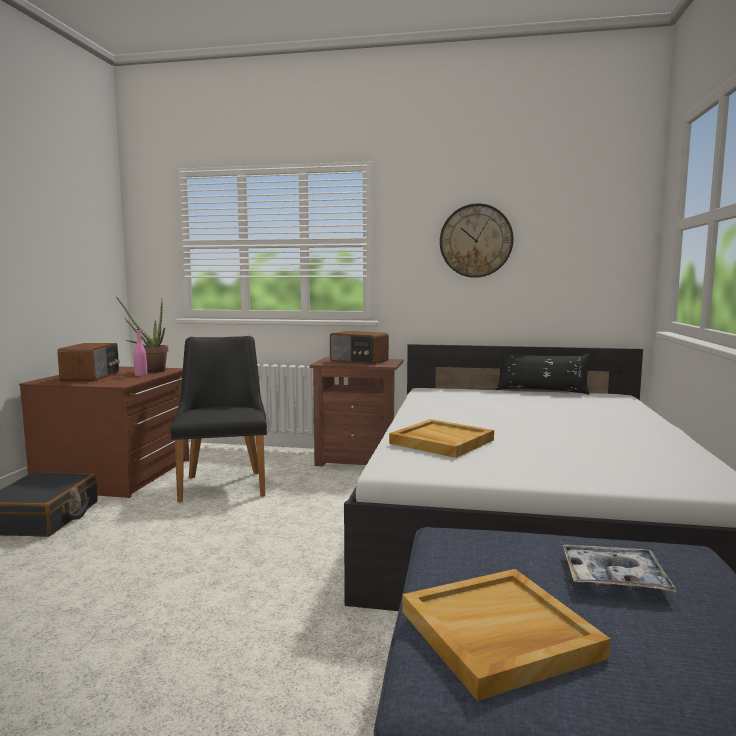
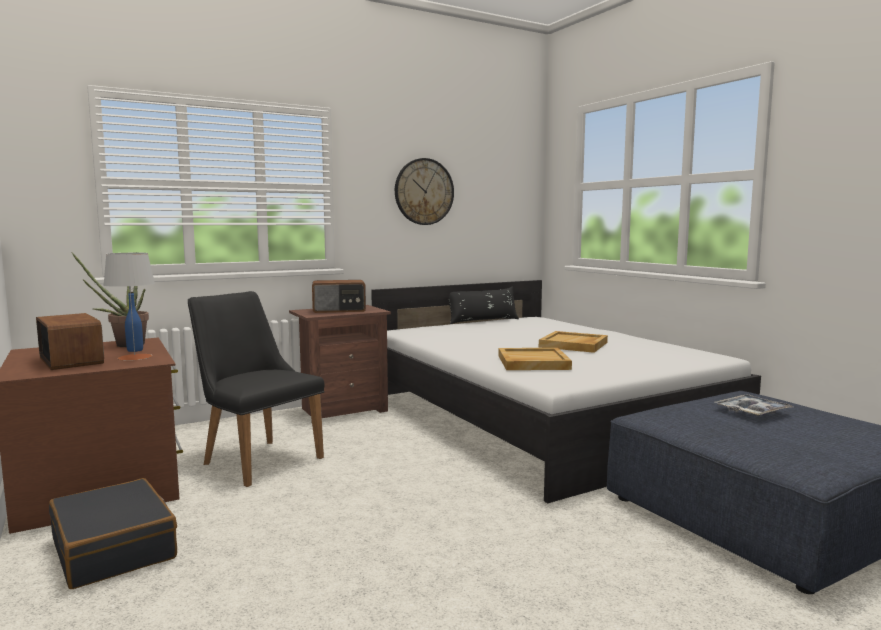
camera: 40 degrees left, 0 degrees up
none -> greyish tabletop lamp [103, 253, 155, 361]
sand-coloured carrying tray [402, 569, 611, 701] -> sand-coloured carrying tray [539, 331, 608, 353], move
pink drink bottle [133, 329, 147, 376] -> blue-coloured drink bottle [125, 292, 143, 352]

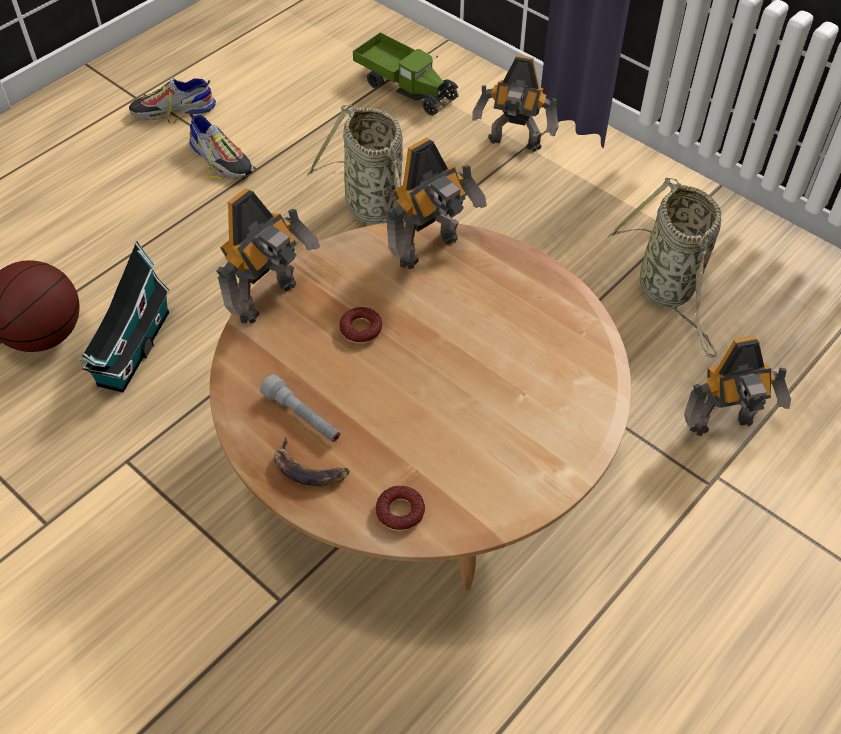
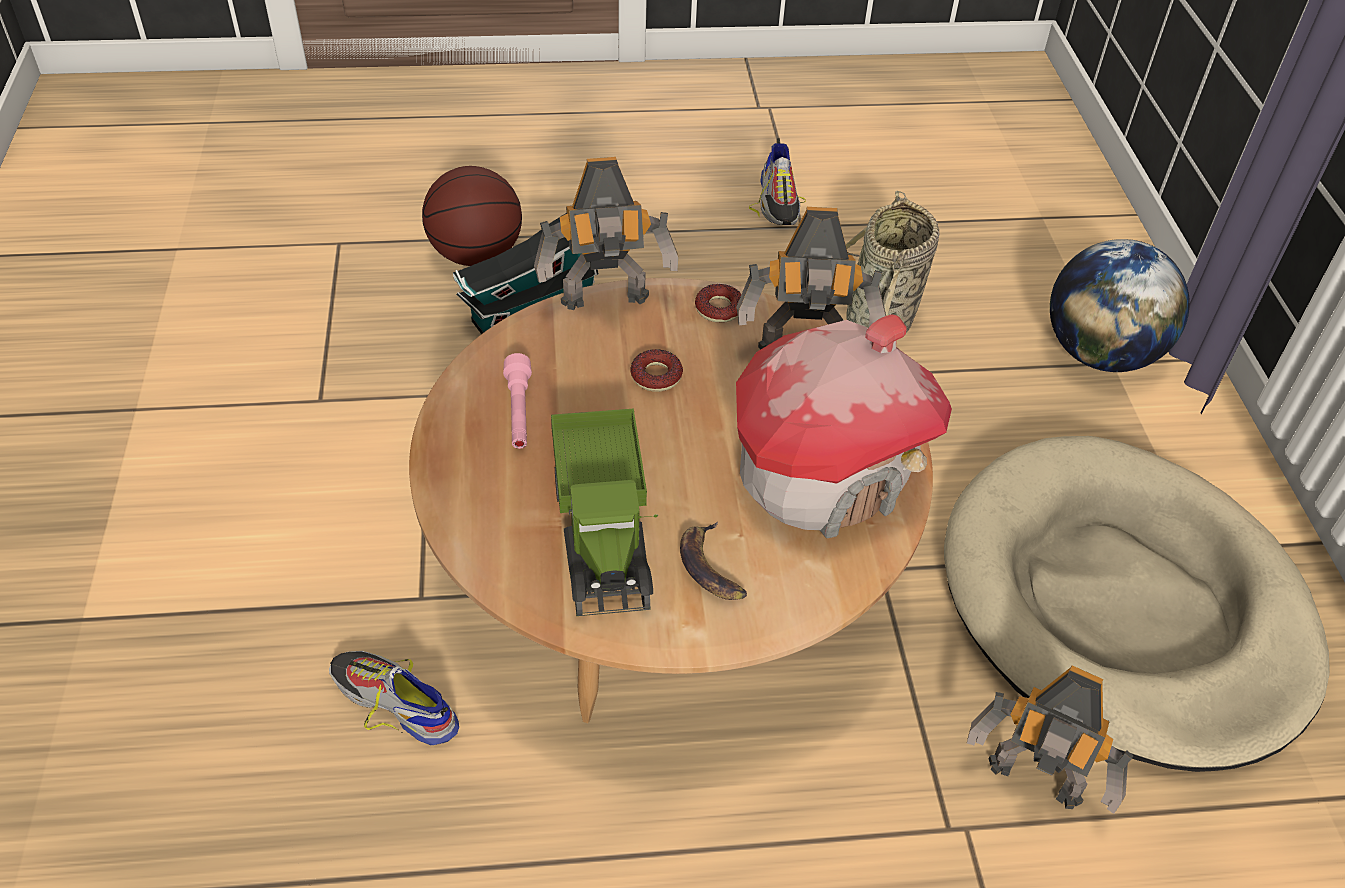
camera: 40 degrees right, 5 degrees down
none -> model house [736, 314, 952, 538]
item of footwear [129, 78, 216, 124] -> item of footwear [329, 651, 459, 745], move
banana [274, 437, 349, 486] -> banana [680, 521, 747, 600], move
toy truck [353, 32, 459, 116] -> toy truck [551, 409, 658, 616], move
ring doughnut [376, 486, 425, 531] -> ring doughnut [695, 284, 741, 323], move
toy robot [472, 55, 559, 152] -> world globe [1050, 239, 1190, 372]
storage basket [608, 178, 721, 358] -> sand-coloured pet bed [944, 436, 1330, 772]
greyish hand torch [260, 374, 340, 442] -> pink hand torch [503, 353, 532, 449]

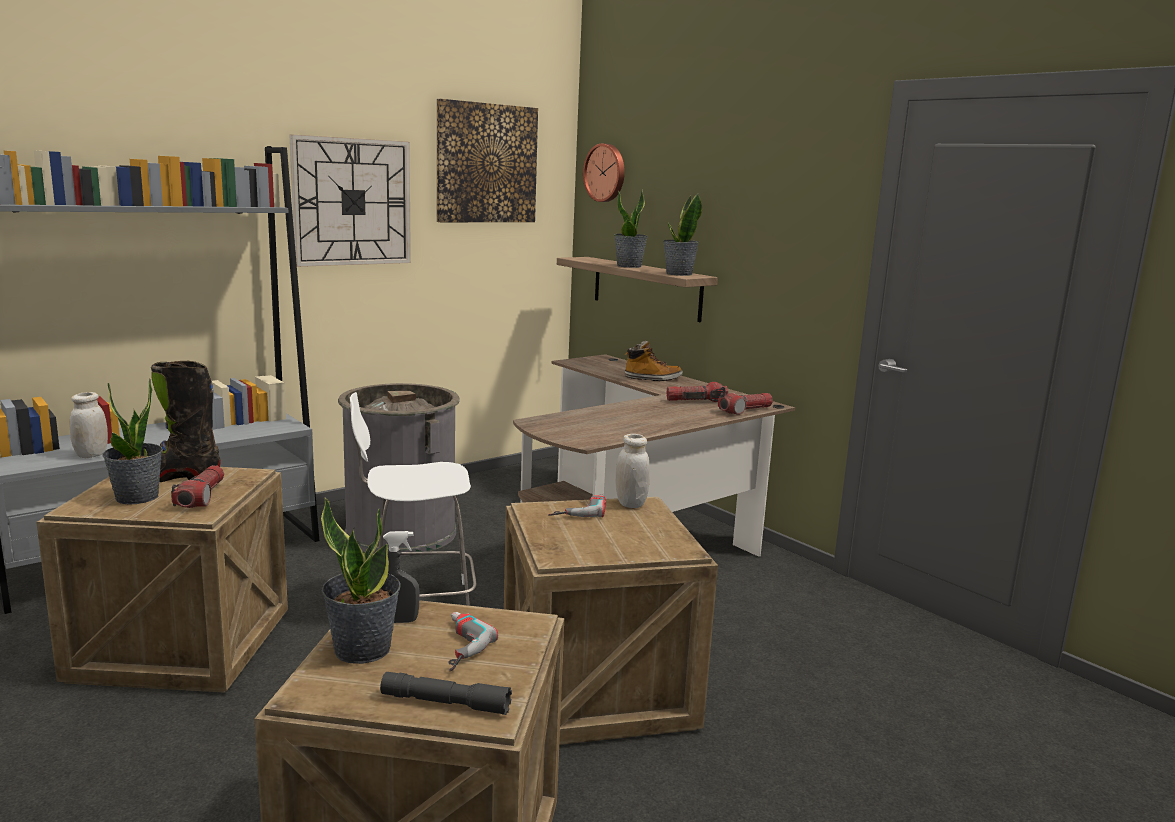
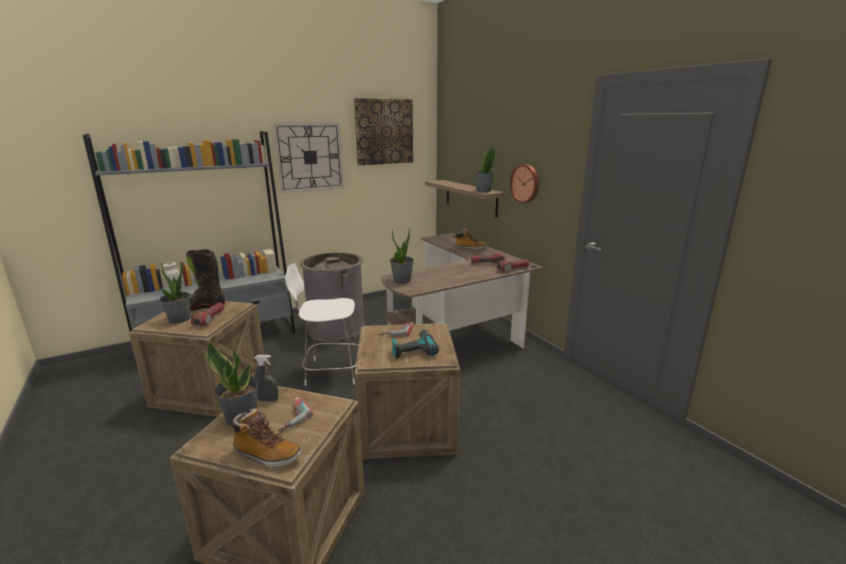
camera: 10 degrees right, 5 degrees up
whitish jar [616, 434, 650, 508] -> none
none -> electric drill [391, 330, 439, 359]
hanging clock [583, 143, 625, 202] -> hanging clock [510, 164, 539, 203], move
plant in a pot [614, 189, 648, 268] -> plant in a pot [390, 228, 414, 283], move
greyish hand torch [380, 672, 512, 715] -> high-top boot [231, 408, 302, 468]

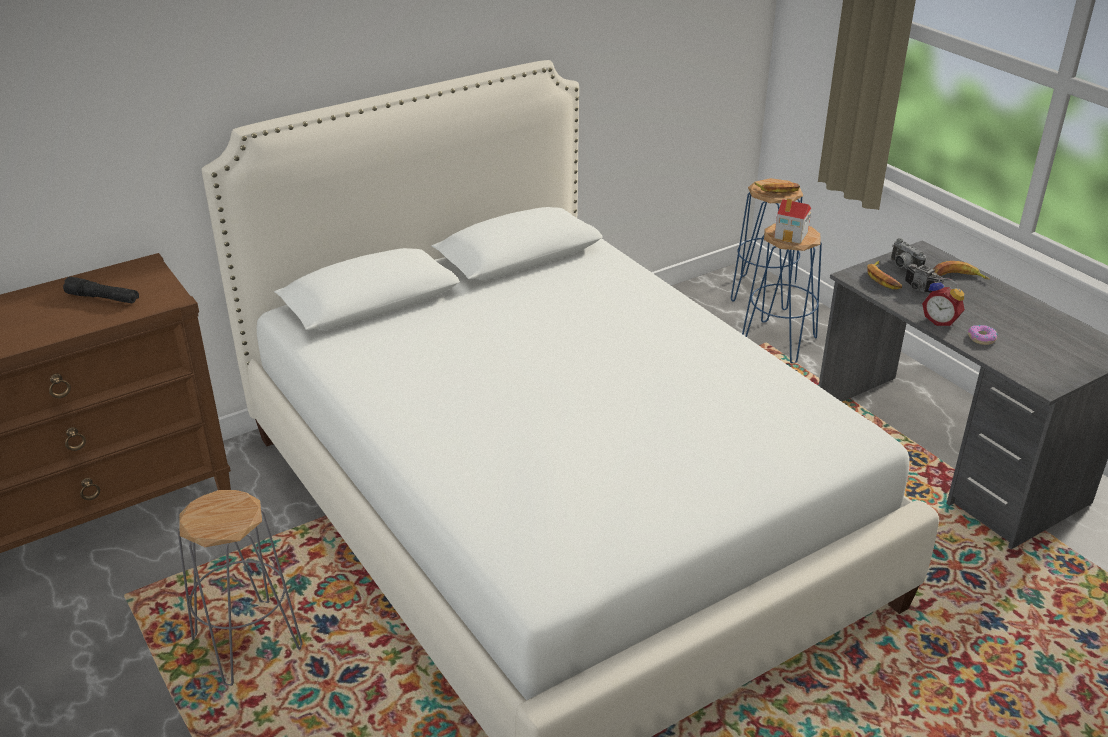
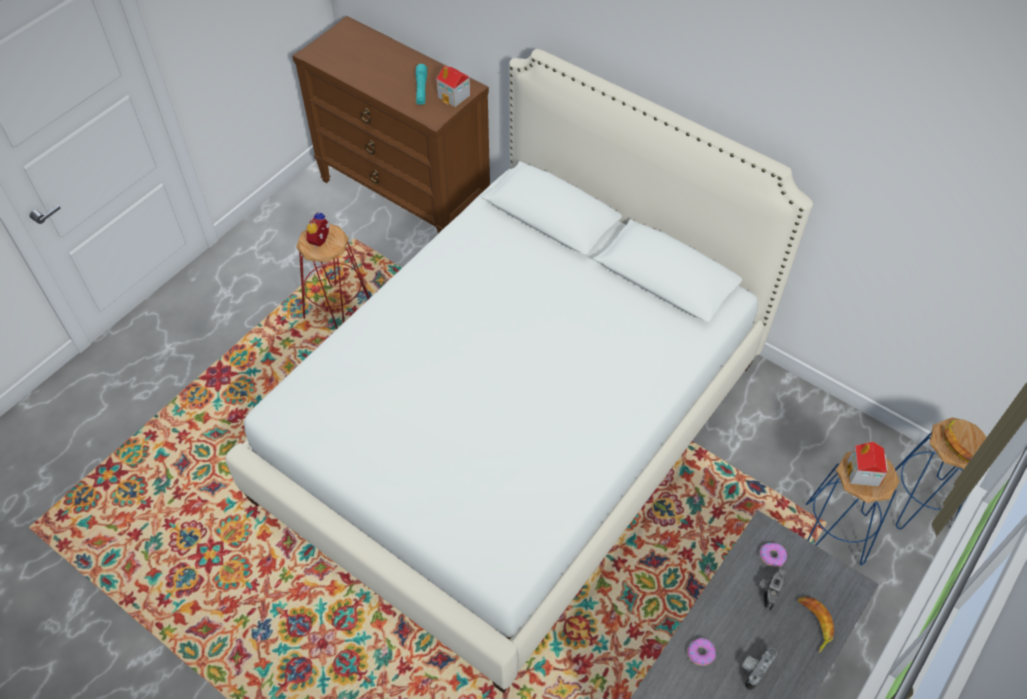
camera: 70 degrees right, 20 degrees up
none -> model house [436, 66, 470, 107]
still camera [891, 238, 926, 269] -> still camera [741, 648, 777, 690], move
table clock [922, 278, 965, 327] -> table clock [306, 211, 330, 248], move
banana [867, 261, 902, 289] -> ring doughnut [760, 543, 787, 567]
black hand torch [63, 277, 139, 303] -> turquoise hand torch [416, 64, 427, 105]
greyish stool [178, 490, 303, 686] -> reddish stool [296, 224, 370, 330]

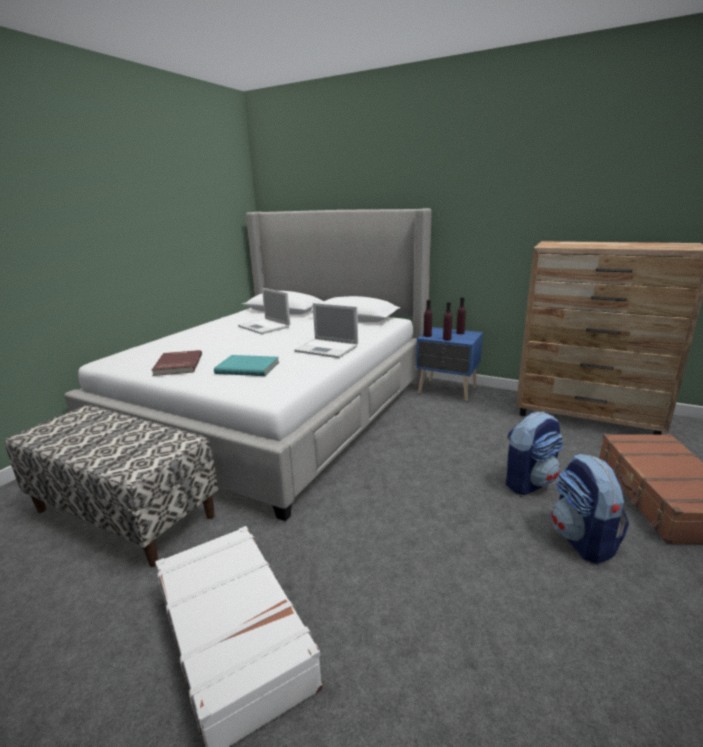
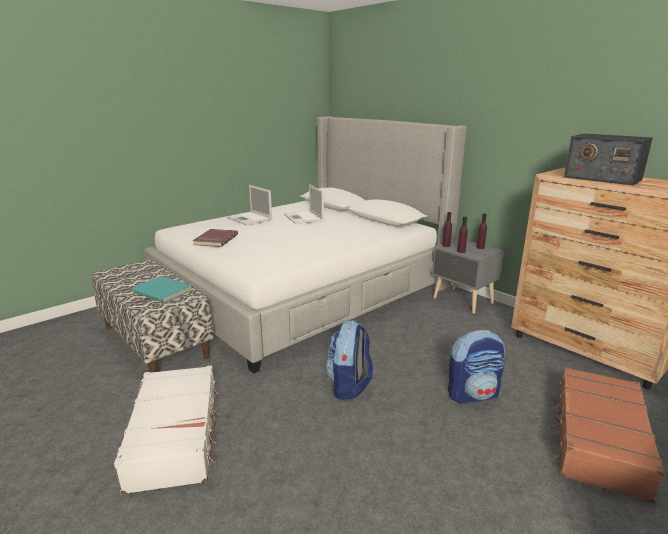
camera: 20 degrees right, 0 degrees up
none -> radio set [564, 133, 653, 186]
turquoise book [214, 355, 279, 376] -> turquoise book [132, 276, 192, 303], move
portable computer [294, 303, 358, 358] -> portable computer [227, 185, 272, 225], move
backpack [551, 454, 629, 564] -> backpack [325, 320, 373, 400], move
blue-coloured bedside table [416, 327, 483, 401] -> greyish bedside table [432, 238, 504, 314]

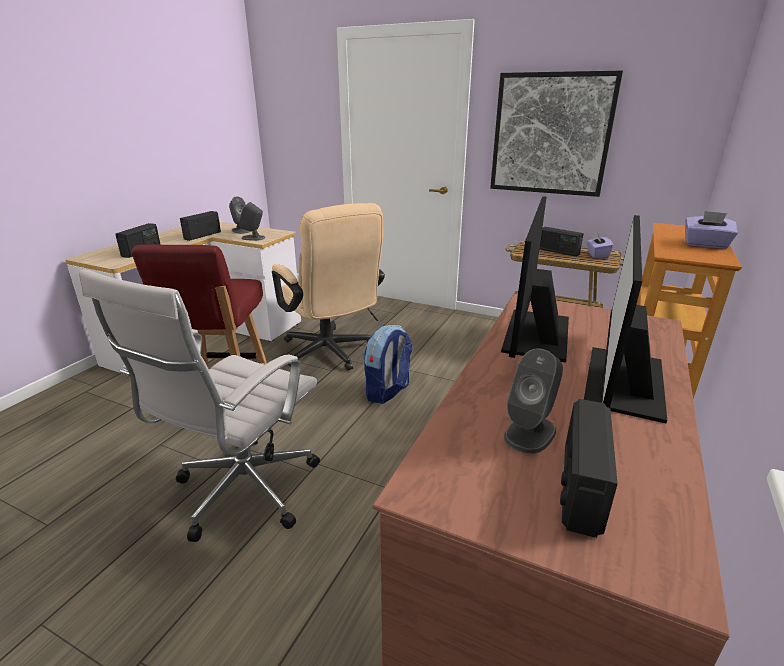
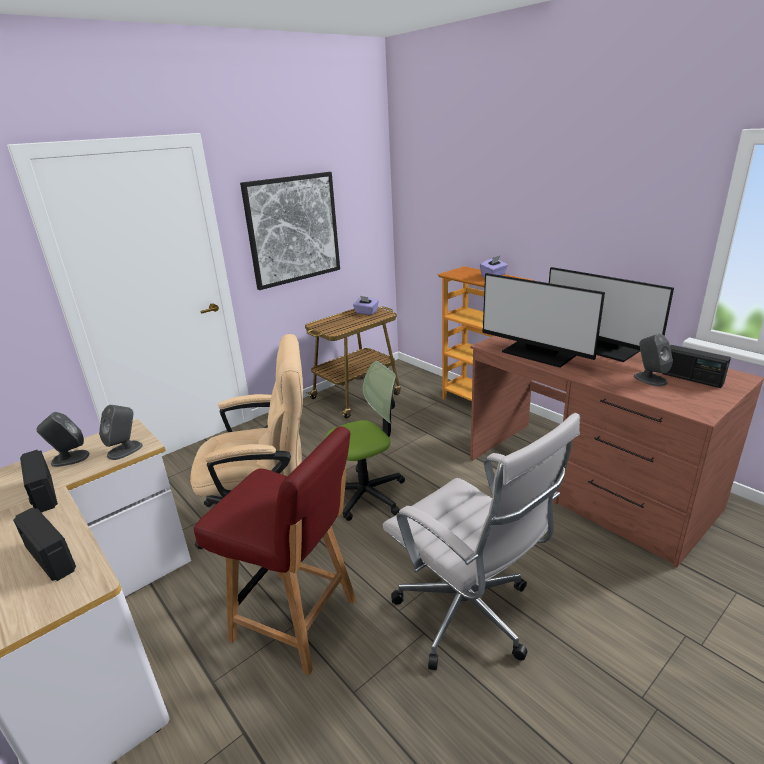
camera: 65 degrees left, 0 degrees up
radio set [540, 227, 584, 257] -> none
backpack [363, 325, 413, 404] -> office chair [326, 361, 405, 521]

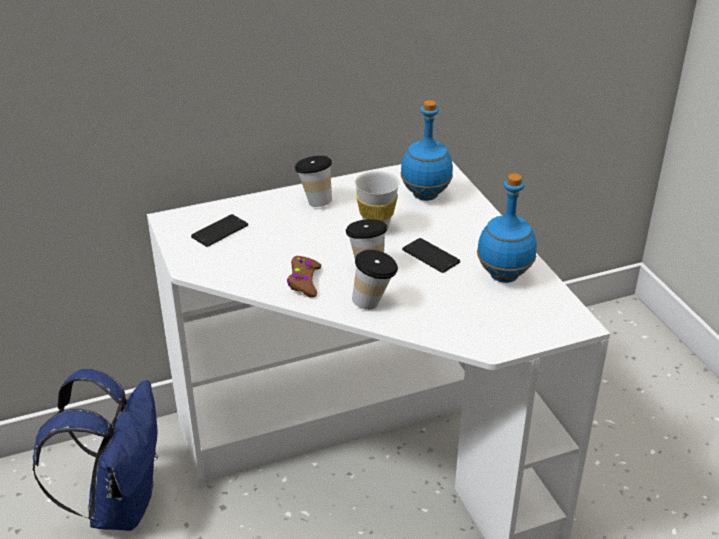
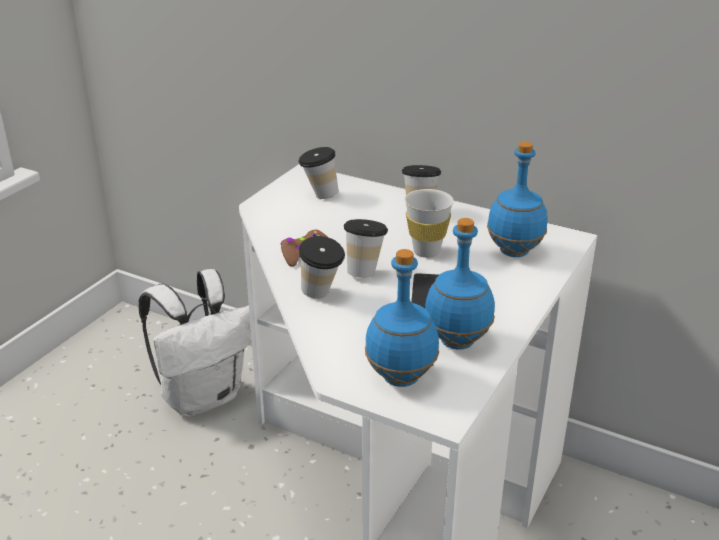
camera: 50 degrees right, 5 degrees down
none -> blue-coloured drink bottle [365, 249, 439, 387]
telephone [191, 214, 248, 247] -> small cup [298, 147, 339, 199]
blue-coloured backpack [33, 369, 158, 531] -> whitish backpack [139, 269, 252, 416]

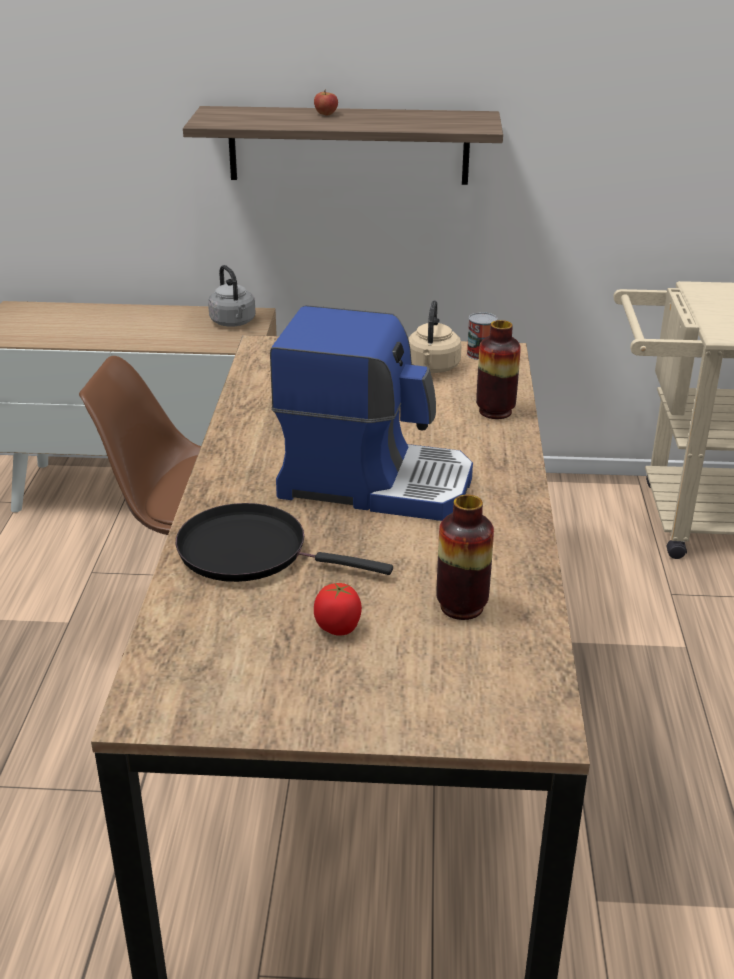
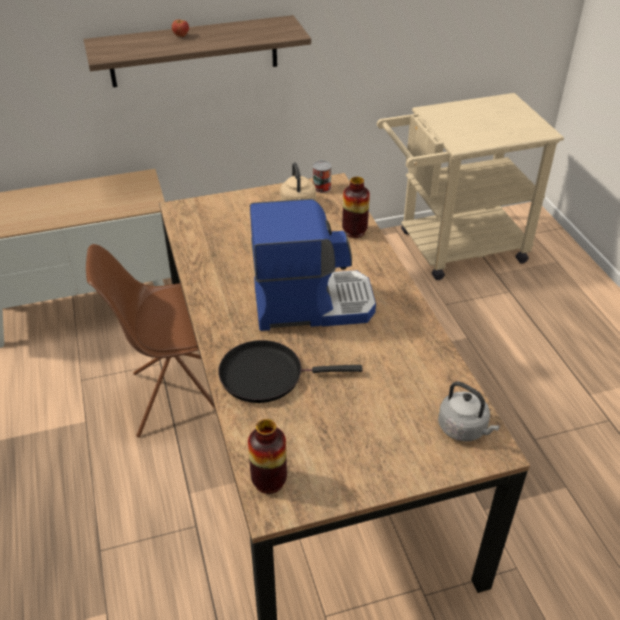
camera: 20 degrees left, 10 degrees up
fresh tomato [314, 583, 362, 636] -> none
greyish tea kettle [208, 265, 255, 327] -> greyish tea kettle [438, 382, 500, 442], move
flower vase [437, 495, 494, 620] -> flower vase [248, 419, 287, 494], move

